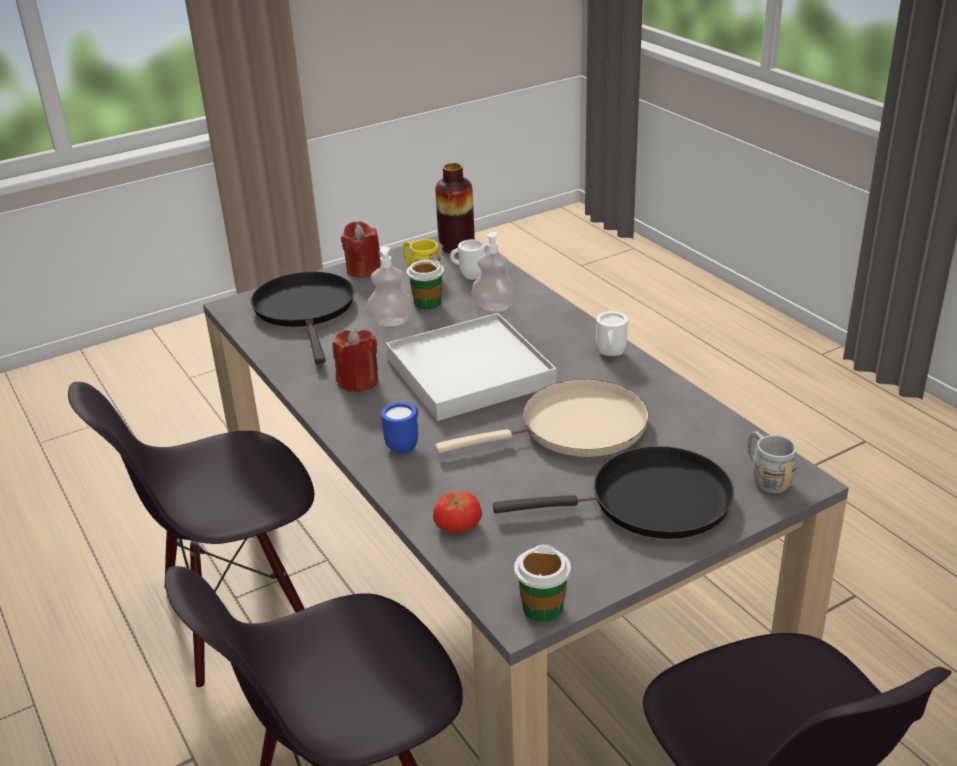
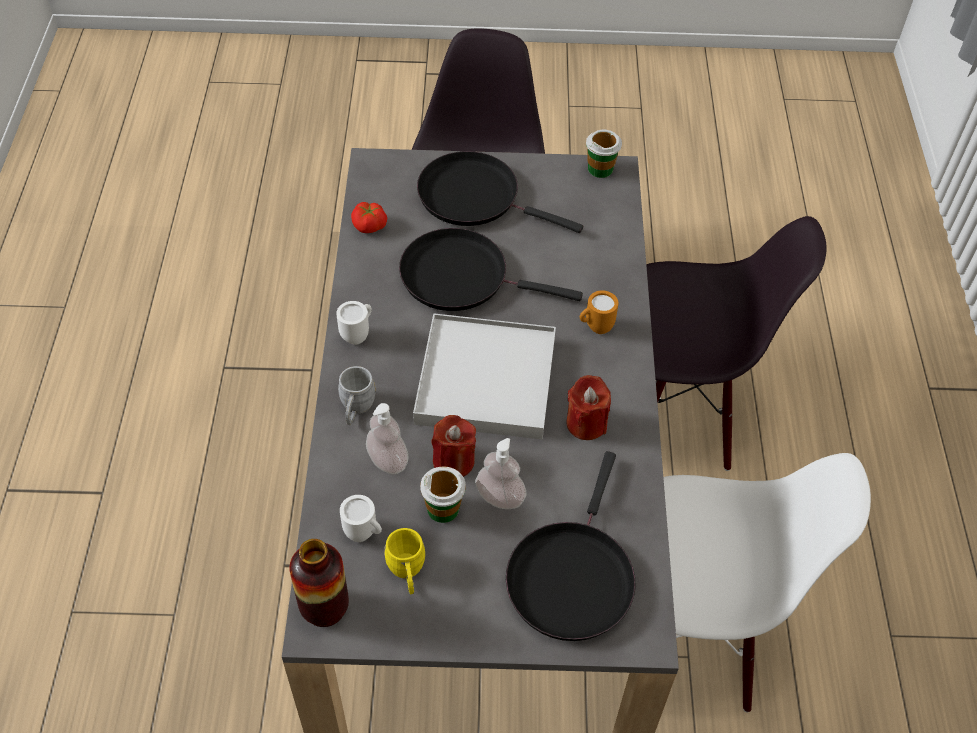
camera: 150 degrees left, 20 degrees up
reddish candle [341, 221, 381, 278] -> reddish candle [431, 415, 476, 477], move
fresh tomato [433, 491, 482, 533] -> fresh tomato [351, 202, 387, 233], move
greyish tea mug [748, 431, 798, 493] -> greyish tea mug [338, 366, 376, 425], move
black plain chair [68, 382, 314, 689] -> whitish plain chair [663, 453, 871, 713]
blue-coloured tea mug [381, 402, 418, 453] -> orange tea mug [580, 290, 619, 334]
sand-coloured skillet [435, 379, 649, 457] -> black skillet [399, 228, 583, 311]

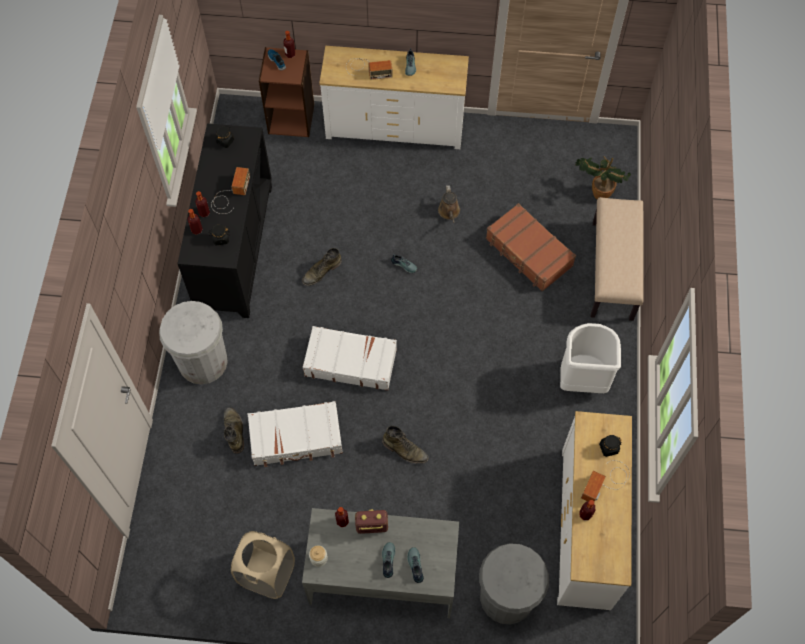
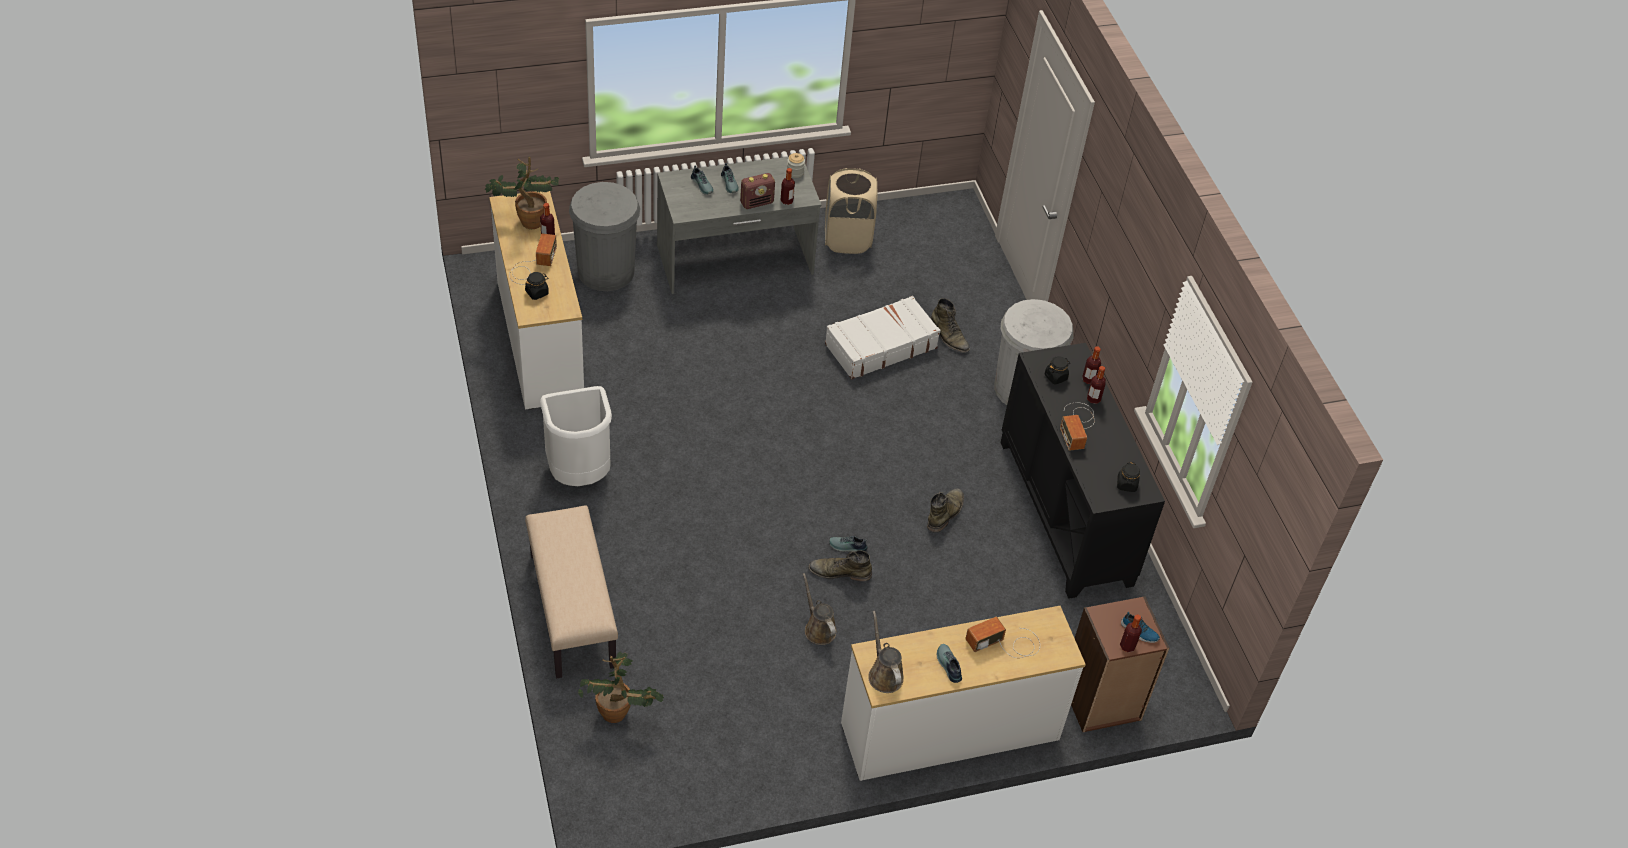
camera: 155 degrees right, 15 degrees down
whitish suitcase [303, 326, 397, 391] -> none
brownish suitcase [486, 203, 576, 291] -> none
none -> plant in a pot [485, 157, 559, 229]
none -> brownish watering pot [868, 611, 904, 693]
green high-top boot [382, 426, 429, 464] -> green high-top boot [808, 551, 872, 582], move

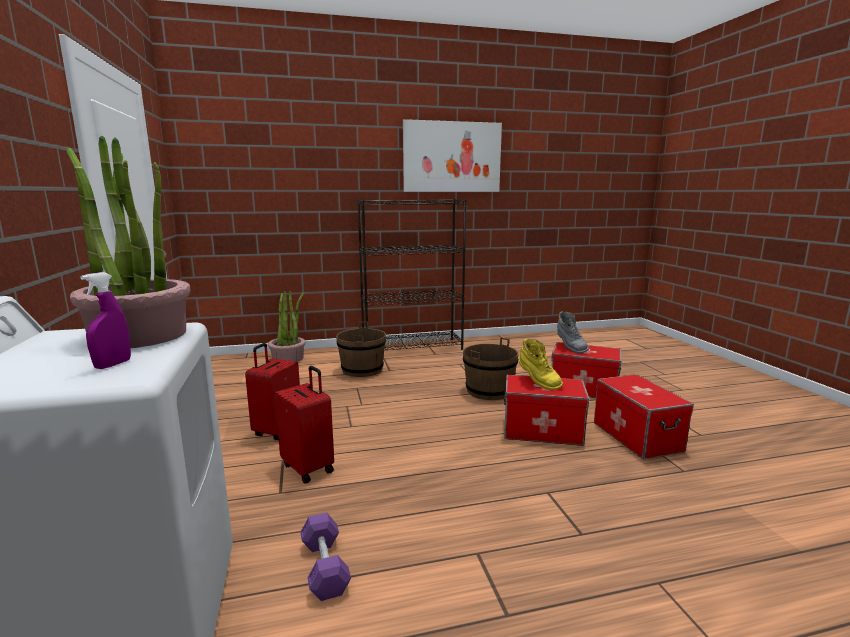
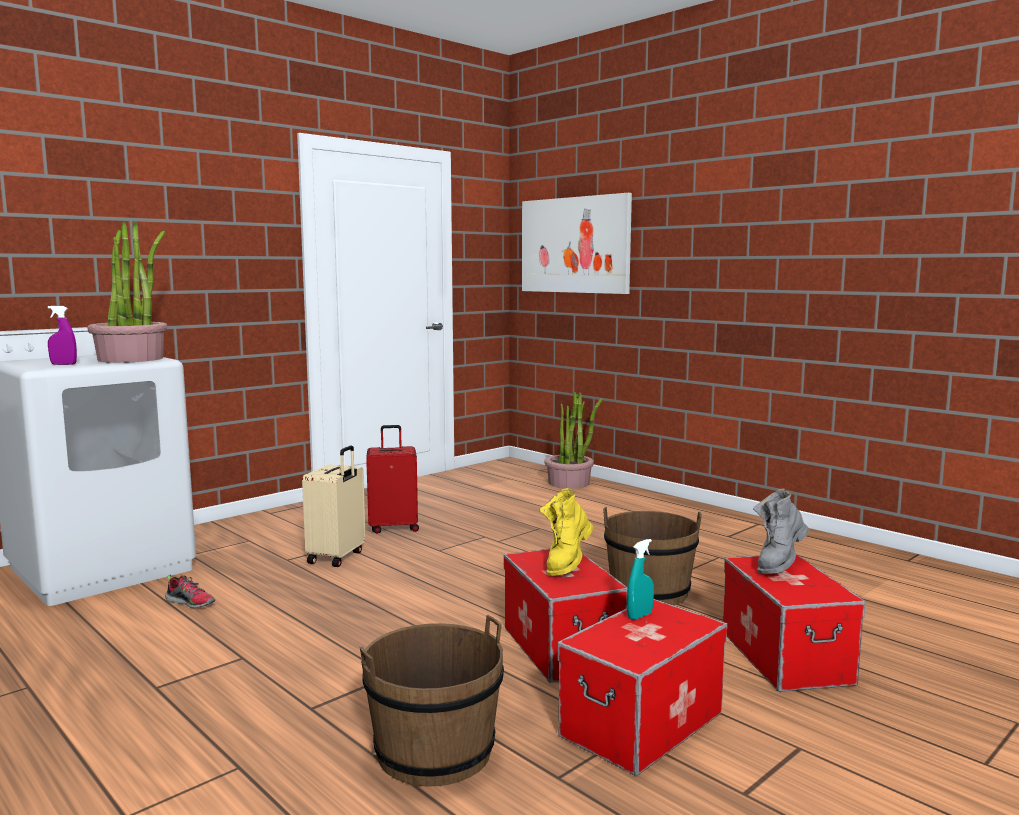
camera: 60 degrees right, 5 degrees down
black shelving unit [357, 199, 467, 350] -> none
none -> turquoise sprayer [627, 539, 654, 620]
brownish water bucket [336, 322, 386, 377] -> brownish water bucket [360, 615, 504, 787], move
wall picture [403, 119, 502, 192] -> wall picture [522, 193, 632, 294], move
purple free weight [300, 513, 351, 601] -> item of footwear [165, 575, 215, 609]
reddish suitcase [275, 366, 334, 484] -> sand-coloured suitcase [302, 446, 366, 567]

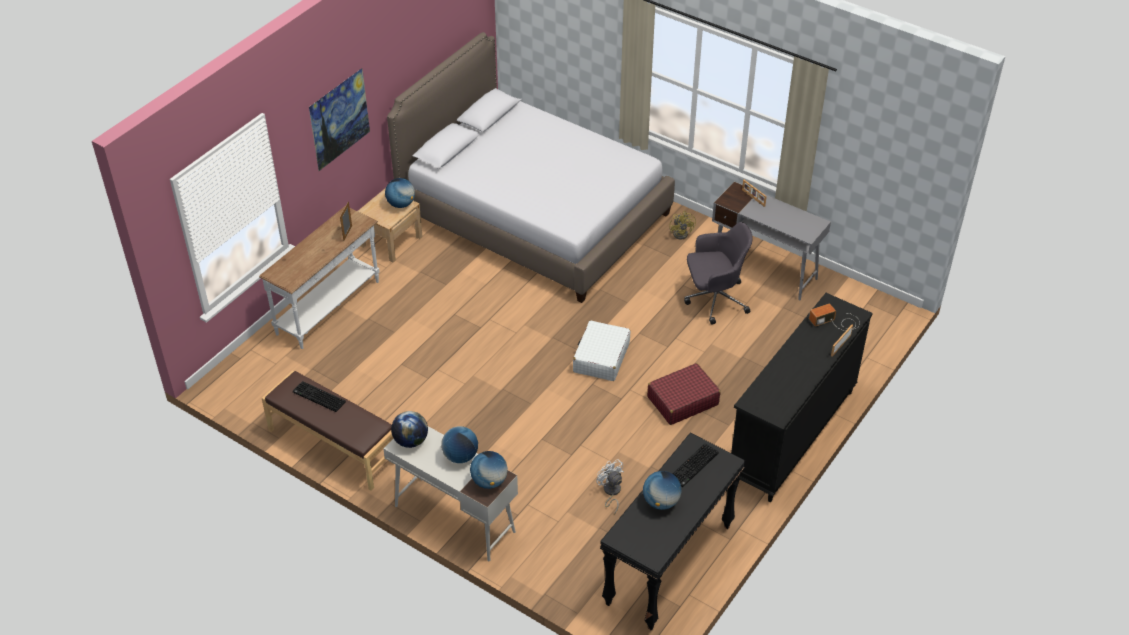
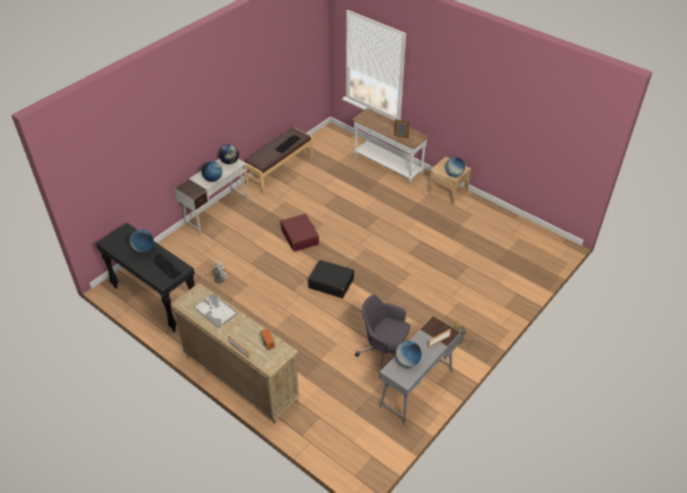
camera: 95 degrees right, 0 degrees up
wall picture [309, 68, 370, 171] -> none
bedroom bed [387, 32, 675, 303] -> none
none -> carrying tray [194, 293, 237, 328]
world globe [470, 451, 508, 489] -> world globe [395, 341, 422, 367], move
reddish suitcase [647, 363, 721, 425] -> reddish suitcase [281, 214, 319, 252], move
whitish suitcase [573, 321, 630, 381] -> black suitcase [308, 260, 354, 298]
black drawer chest [731, 293, 873, 502] -> sand-coloured drawer chest [170, 283, 300, 424]
greyish office chair [684, 222, 753, 325] -> greyish office chair [355, 295, 410, 369], 120 degrees clockwise

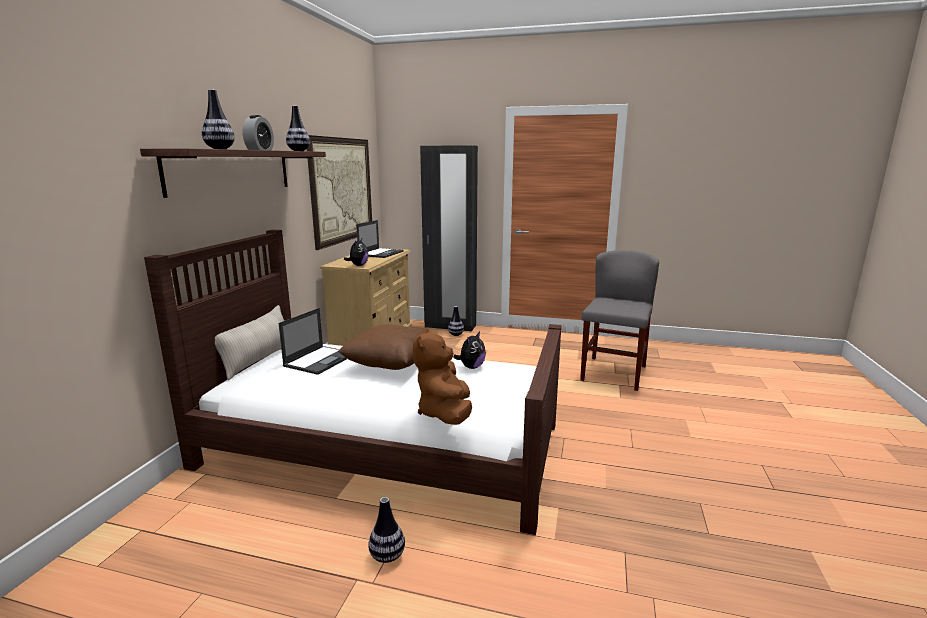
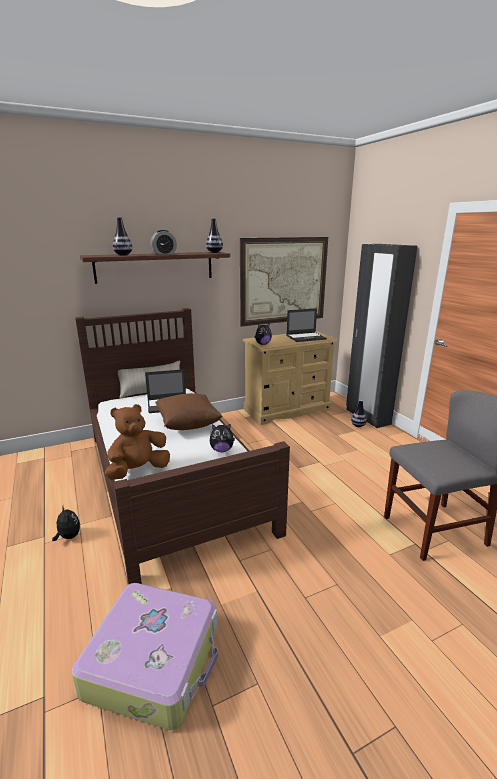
camera: 50 degrees right, 5 degrees up
none -> suitcase [72, 583, 218, 730]
flower vase [368, 497, 405, 563] -> cuddly toy [52, 506, 80, 541]

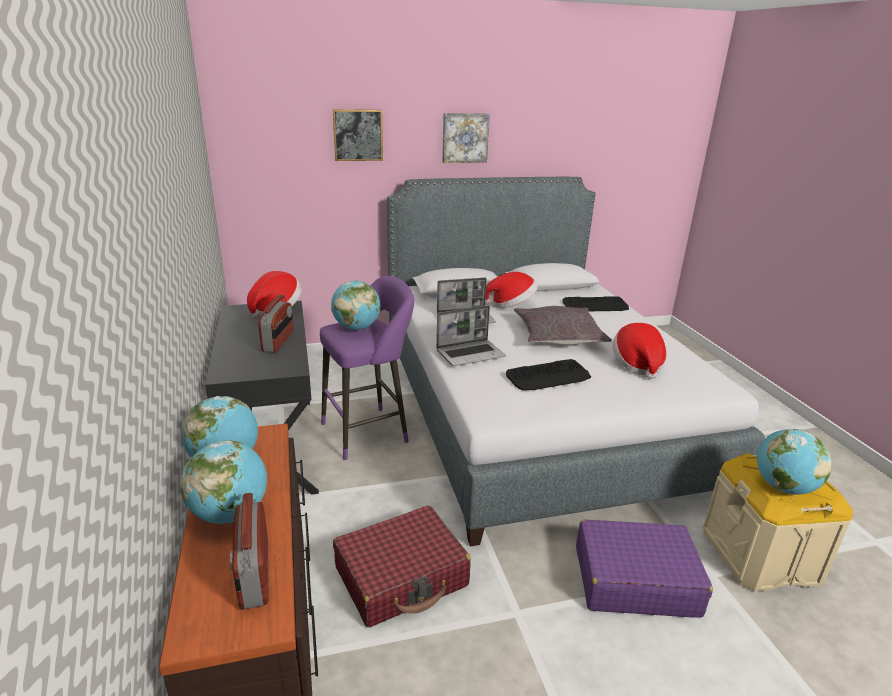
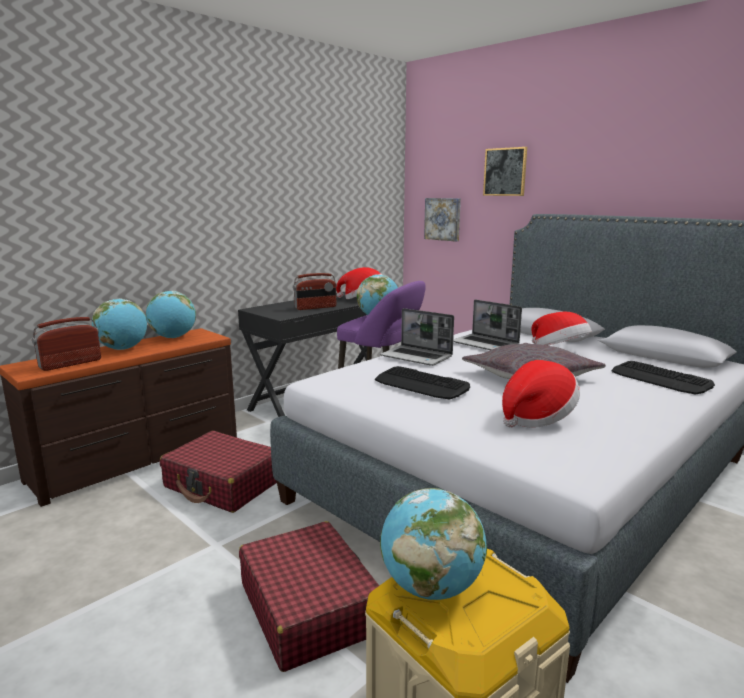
camera: 60 degrees right, 10 degrees down
wall picture [442, 113, 490, 163] -> wall picture [424, 198, 461, 242], move
purple suitcase [576, 520, 713, 618] -> reddish suitcase [239, 521, 379, 672]

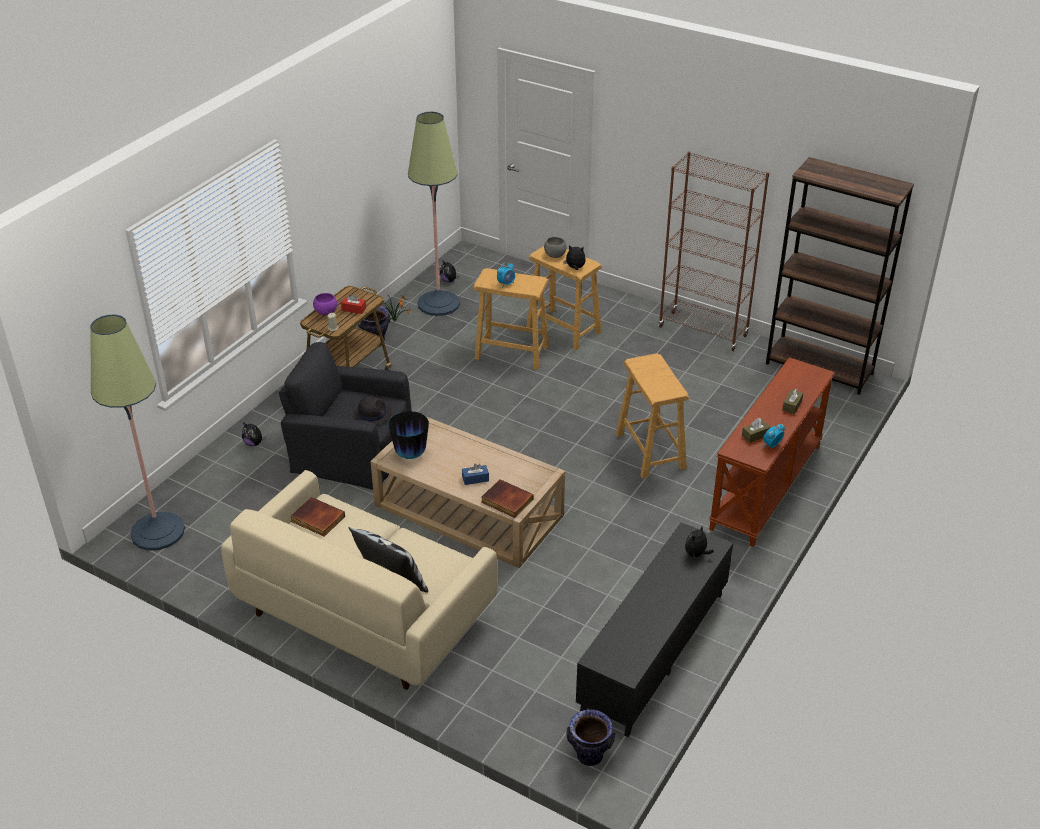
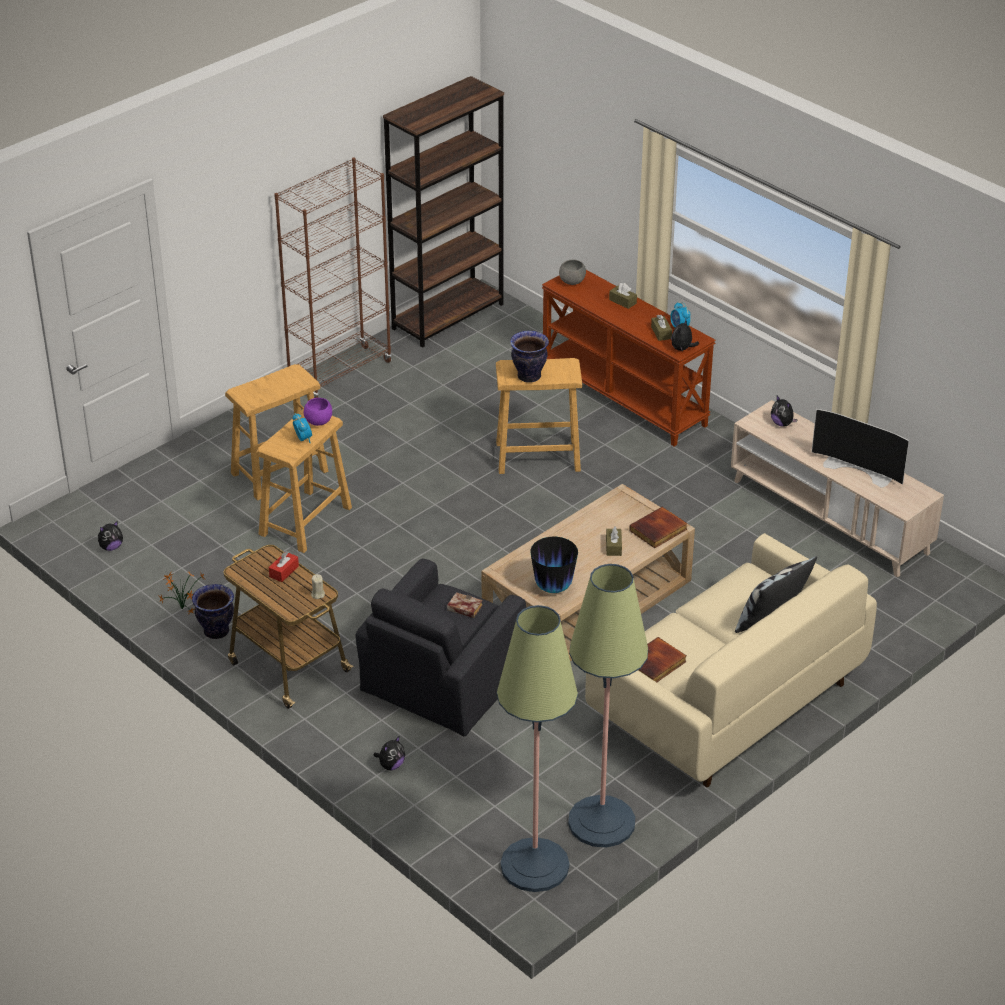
camera: 75 degrees left, 0 degrees up
none -> TV [812, 409, 909, 488]
purple deep dish [313, 293, 337, 315] -> purple deep dish [304, 398, 332, 426], move
floor lamp [408, 112, 460, 316] -> floor lamp [568, 564, 648, 847], move
greyish deep dish [544, 237, 566, 258] -> greyish deep dish [559, 260, 586, 285], move
cuddly toy [563, 245, 586, 270] -> cuddly toy [671, 319, 699, 351], move
flower vase [566, 709, 615, 766] -> flower vase [510, 331, 549, 383], move
black hat [353, 395, 392, 425] -> book [447, 592, 483, 618]
blue-coloured box of tissues [462, 463, 489, 485] -> brownish box of tissues [606, 527, 622, 556]
black tv stand [576, 522, 733, 737] -> sand-coloured tv stand [731, 400, 944, 577]

